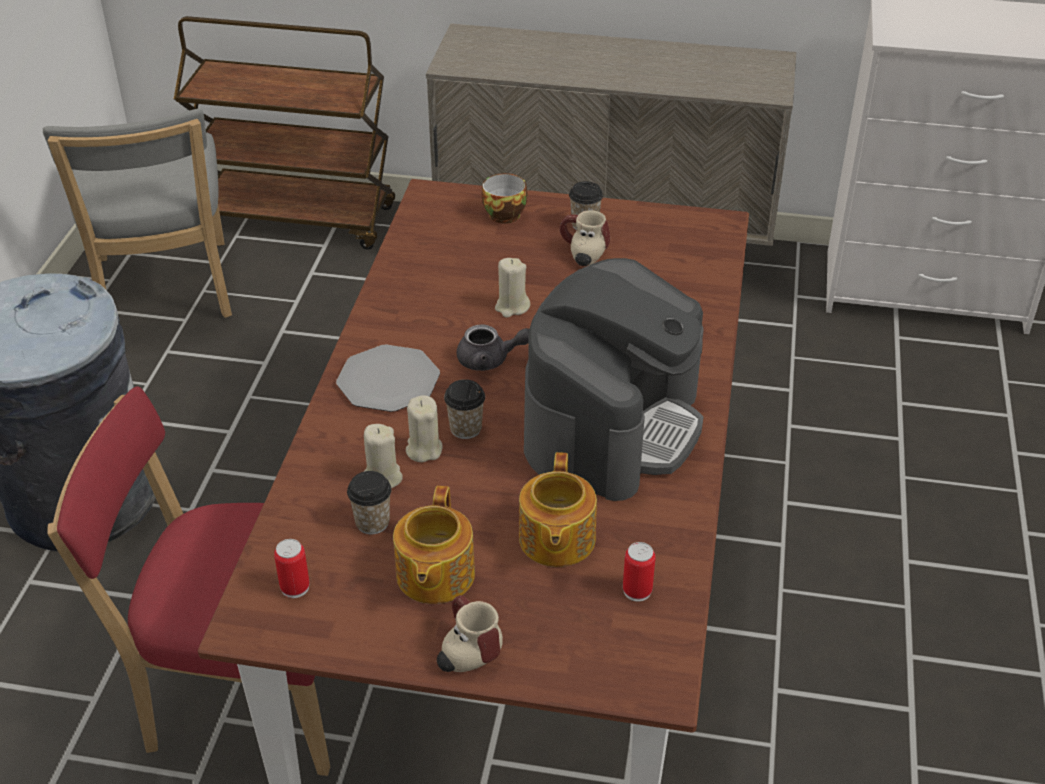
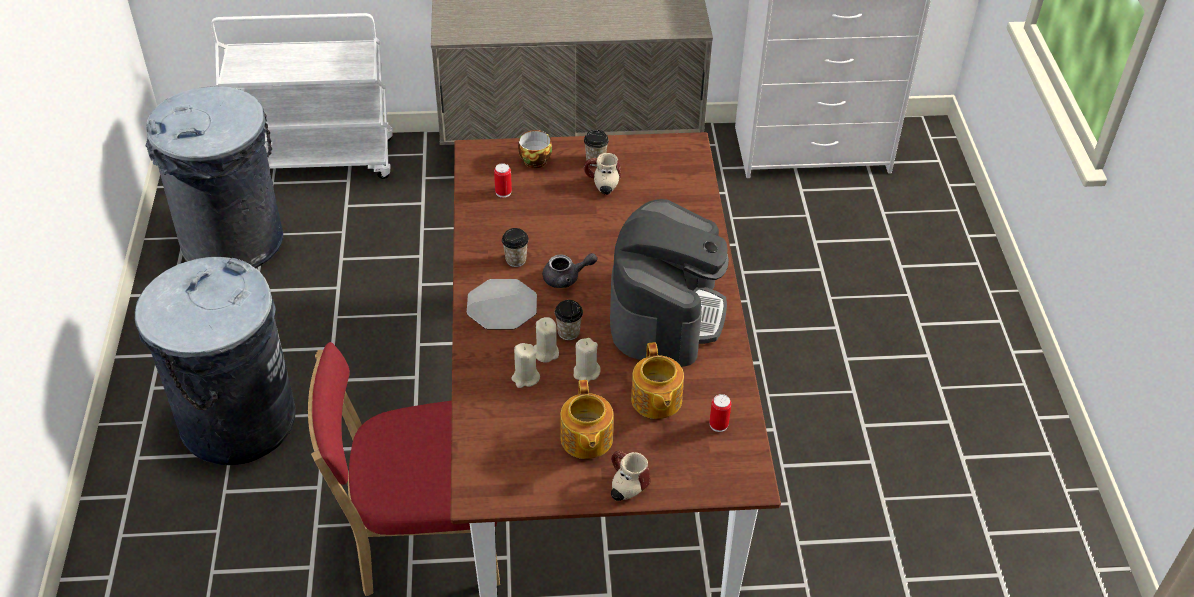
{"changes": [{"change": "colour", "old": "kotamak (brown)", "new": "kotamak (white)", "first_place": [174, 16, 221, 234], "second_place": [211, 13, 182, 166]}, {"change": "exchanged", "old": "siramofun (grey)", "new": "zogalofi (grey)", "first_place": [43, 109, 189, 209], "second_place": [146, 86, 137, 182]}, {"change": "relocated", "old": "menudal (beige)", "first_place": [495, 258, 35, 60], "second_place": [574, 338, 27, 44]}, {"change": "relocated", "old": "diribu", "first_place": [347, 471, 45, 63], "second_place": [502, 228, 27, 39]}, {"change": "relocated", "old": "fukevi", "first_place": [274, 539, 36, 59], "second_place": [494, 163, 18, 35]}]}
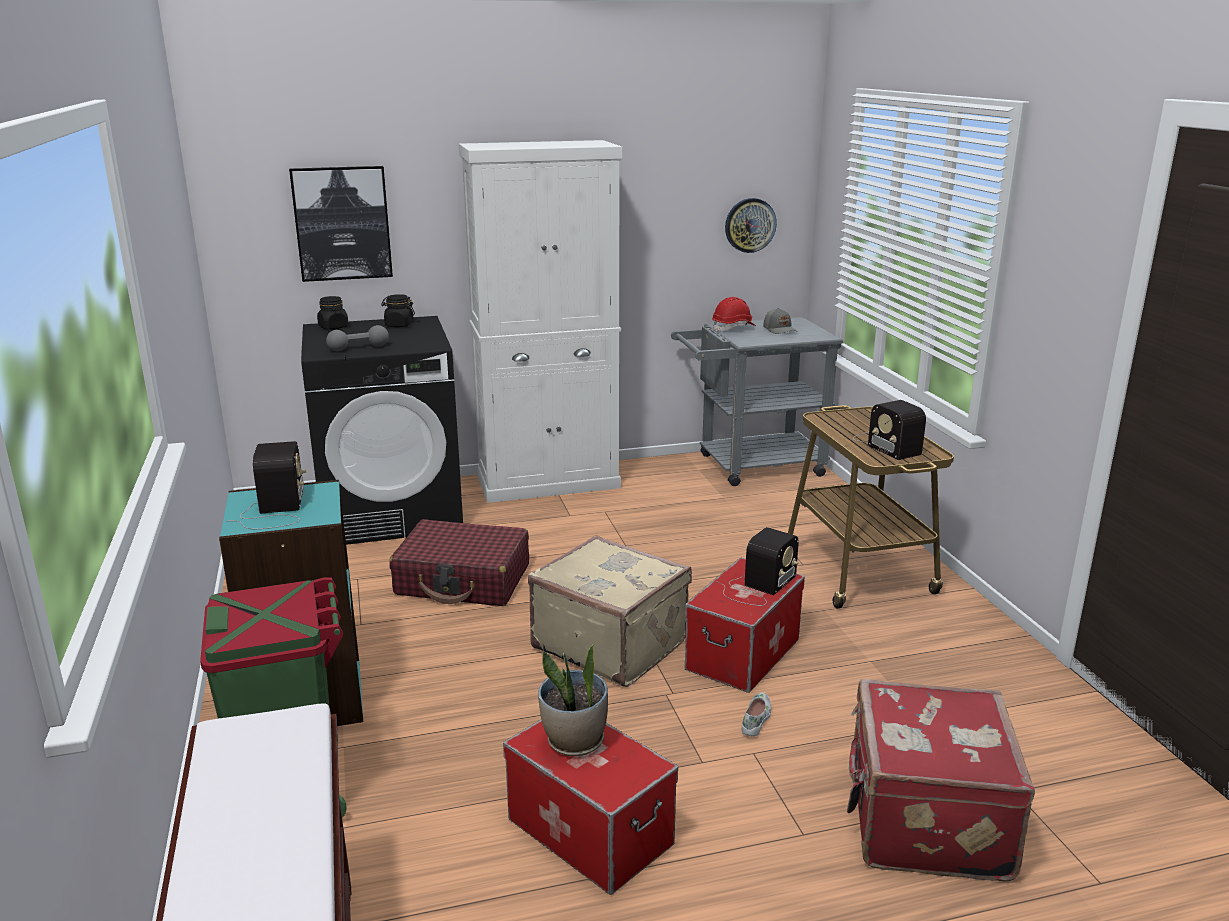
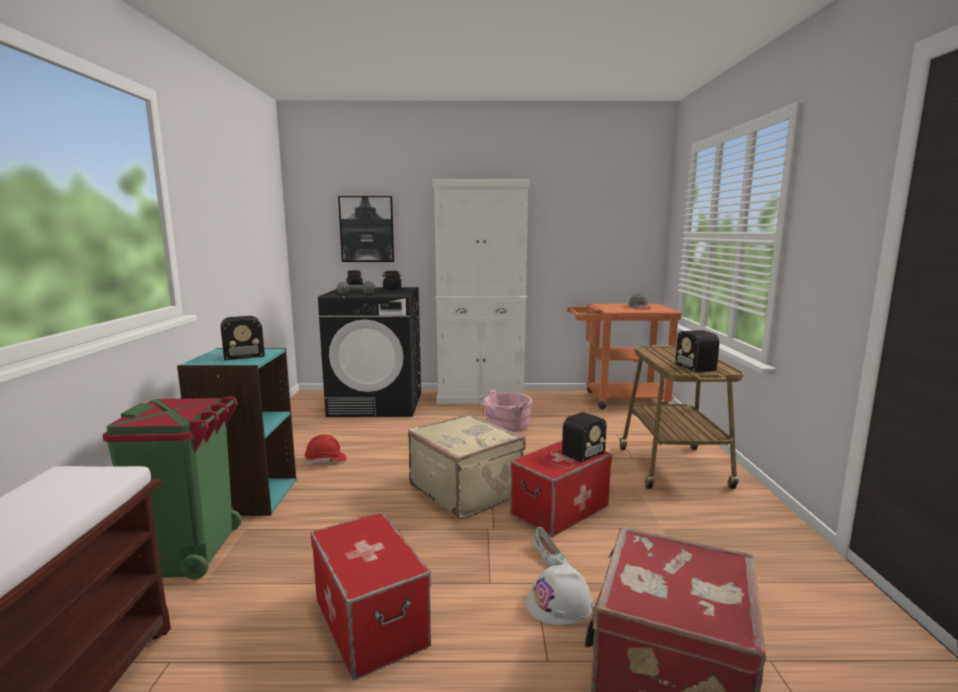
{"changes": [{"change": "missing", "old": "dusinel", "first_place": [725, 198, 52, 55]}, {"change": "relocated", "old": "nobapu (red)", "first_place": [712, 297, 44, 35], "second_place": [304, 434, 43, 31]}, {"change": "colour", "old": "kotamak (grey)", "new": "kotamak (orange)", "first_place": [671, 317, 172, 169], "second_place": [567, 304, 115, 106]}, {"change": "spun", "old": "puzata", "first_place": [226, 441, 80, 88], "second_place": [197, 316, 68, 47], "degrees": 60}, {"change": "missing", "old": "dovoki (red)", "first_place": [389, 519, 140, 87]}, {"change": "missing", "old": "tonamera", "first_place": [538, 644, 70, 112]}, {"change": "spun", "old": "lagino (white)", "first_place": [742, 692, 29, 45], "second_place": [533, 527, 36, 40], "degrees": 120}, {"change": "appeared", "new": "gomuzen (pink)", "second_place": [479, 390, 54, 42]}, {"change": "appeared", "new": "nobapu (white)", "second_place": [526, 563, 67, 62]}]}
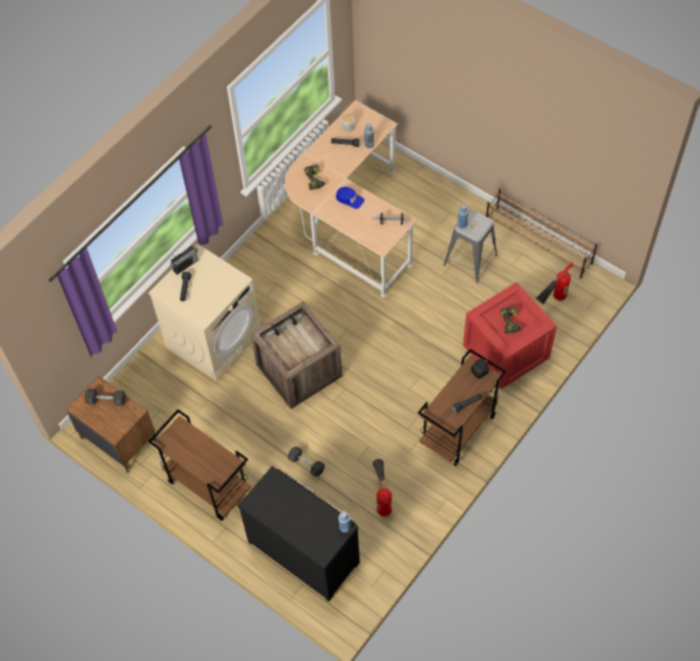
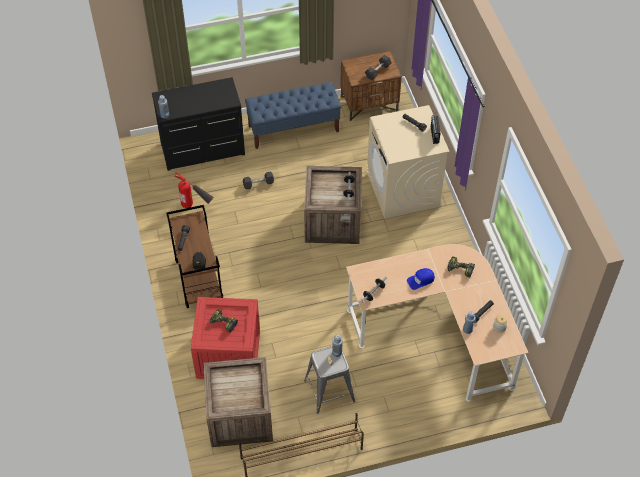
{"changes": [{"change": "exchanged", "old": "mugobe", "new": "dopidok", "first_place": [536, 262, 37, 43], "second_place": [204, 357, 69, 90]}, {"change": "exchanged", "old": "kotamak (brown)", "new": "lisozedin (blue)", "first_place": [148, 409, 103, 112], "second_place": [245, 82, 96, 67]}]}
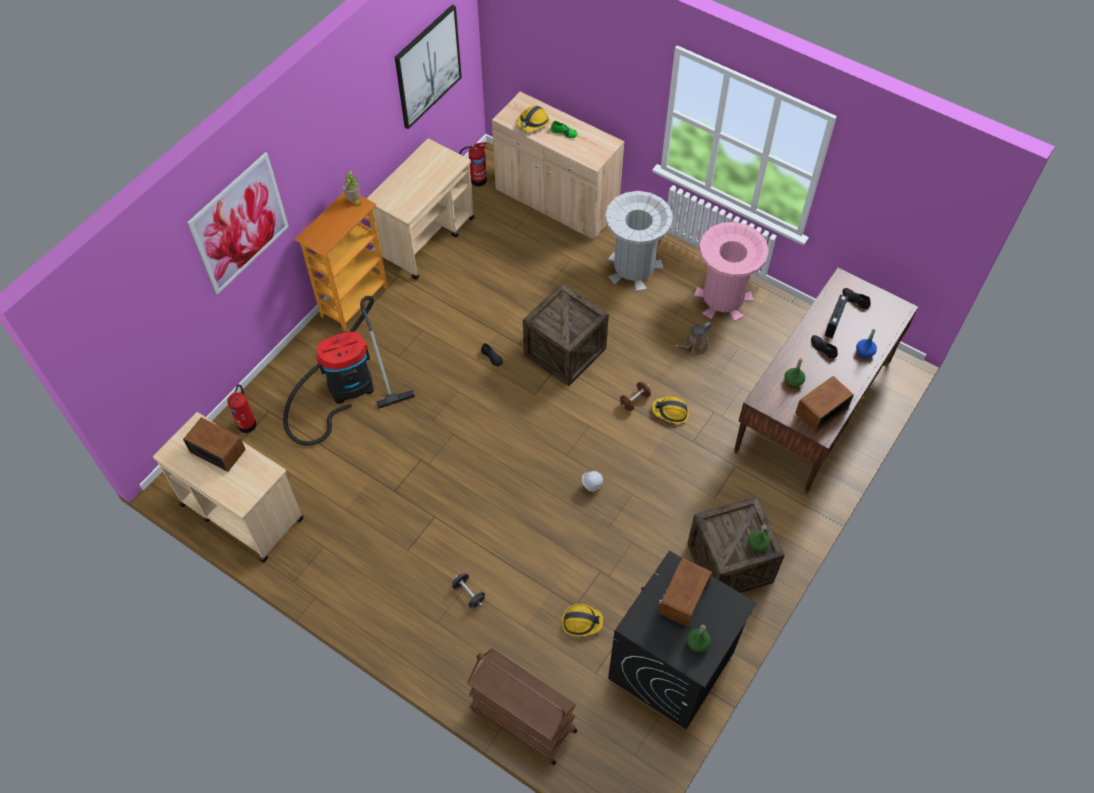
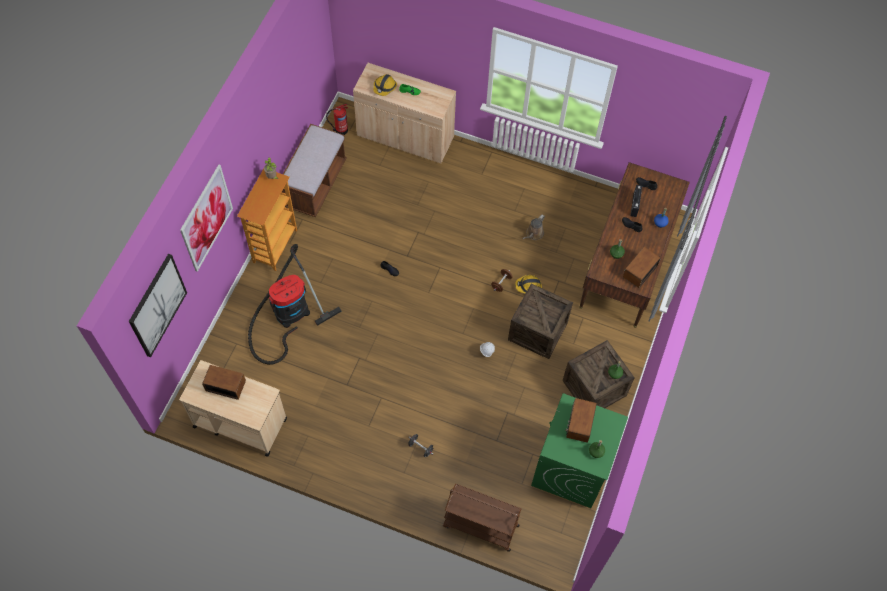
{"changes": [{"change": "relocated", "old": "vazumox", "first_place": [395, 5, 67, 124], "second_place": [129, 254, 58, 103]}, {"change": "exchanged", "old": "kotamak (beige)", "new": "lisozedin (brown)", "first_place": [366, 138, 109, 141], "second_place": [282, 124, 65, 93]}, {"change": "missing", "old": "zogalofi (grey)", "first_place": [605, 191, 68, 100]}, {"change": "missing", "old": "zogalofi (pink)", "first_place": [694, 222, 75, 99]}, {"change": "relocated", "old": "dopidok", "first_place": [523, 283, 86, 103], "second_place": [508, 283, 65, 76]}, {"change": "missing", "old": "mugobe", "first_place": [227, 384, 30, 49]}, {"change": "colour", "old": "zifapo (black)", "new": "zifapo (green)", "first_place": [608, 551, 149, 178], "second_place": [531, 393, 97, 115]}, {"change": "missing", "old": "nobapu", "first_place": [562, 604, 42, 33]}]}
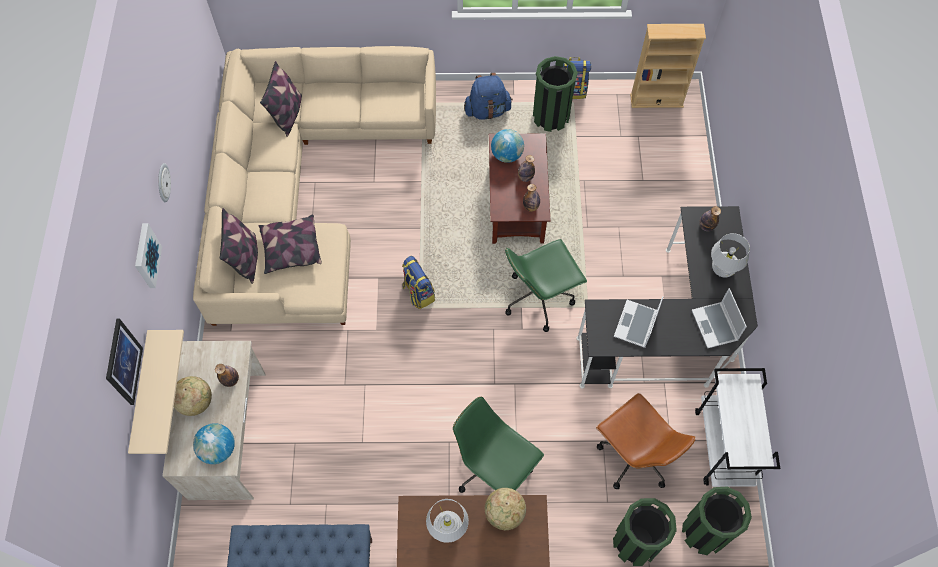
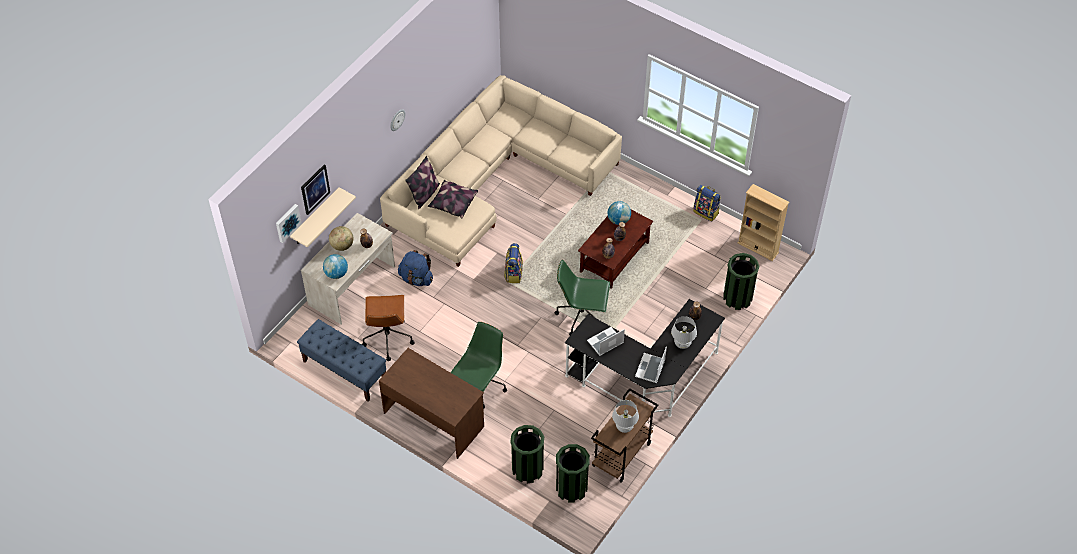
{"changes": [{"change": "relocated", "old": "zogalofi (green)", "first_place": [533, 56, 45, 76], "second_place": [723, 253, 36, 57]}, {"change": "missing", "old": "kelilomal", "first_place": [260, 61, 42, 76]}, {"change": "relocated", "old": "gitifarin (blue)", "first_place": [464, 73, 49, 47], "second_place": [398, 250, 35, 36]}, {"change": "relocated", "old": "vazumox", "first_place": [135, 223, 27, 65], "second_place": [276, 204, 26, 39]}, {"change": "colour", "old": "kotamak (white)", "new": "kotamak (brown)", "first_place": [695, 368, 85, 119], "second_place": [591, 388, 67, 95]}, {"change": "relocated", "old": "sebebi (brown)", "first_place": [596, 393, 99, 96], "second_place": [362, 295, 53, 66]}, {"change": "spun", "old": "sebebi (green)", "first_place": [453, 397, 91, 96], "second_place": [451, 322, 56, 87], "degrees": 45}, {"change": "missing", "old": "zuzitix", "first_place": [485, 488, 41, 42]}, {"change": "relocated", "old": "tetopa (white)", "first_place": [426, 499, 43, 44], "second_place": [612, 400, 27, 33]}]}
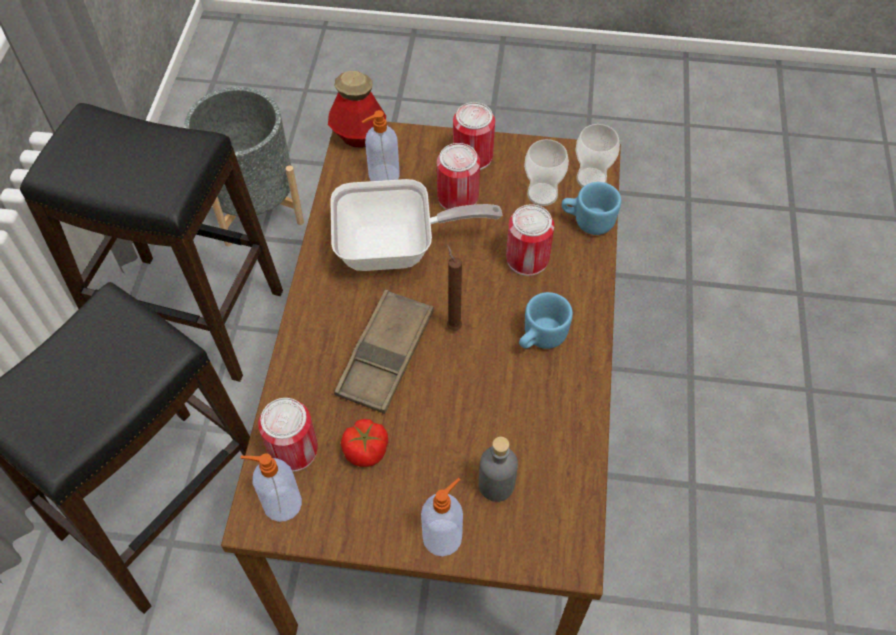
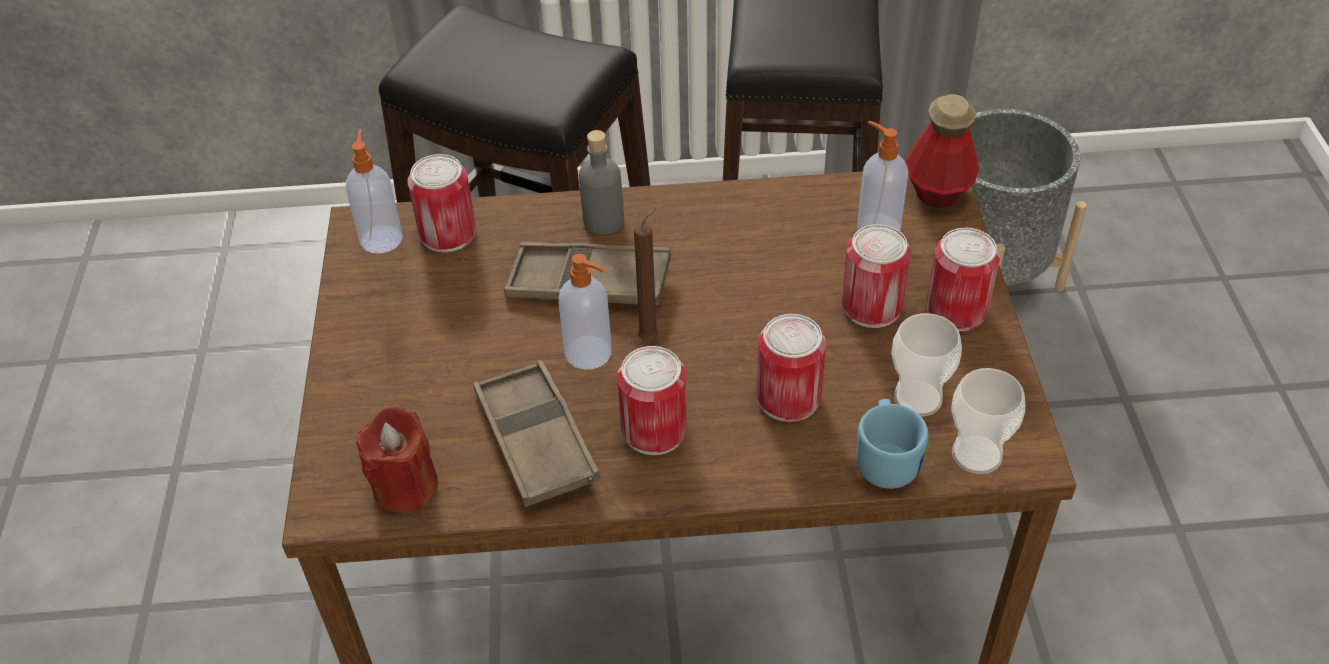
{"changes": [{"change": "missing", "old": "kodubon", "first_place": [330, 179, 172, 92]}, {"change": "exchanged", "old": "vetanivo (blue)", "new": "fukevi", "first_place": [519, 292, 54, 57], "second_place": [617, 346, 70, 109]}, {"change": "missing", "old": "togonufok", "first_place": [341, 419, 47, 48]}, {"change": "relocated", "old": "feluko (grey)", "first_place": [479, 437, 39, 65], "second_place": [579, 130, 45, 105]}, {"change": "relocated", "old": "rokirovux", "first_place": [421, 478, 42, 78], "second_place": [559, 254, 53, 116]}, {"change": "appeared", "new": "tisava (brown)", "second_place": [473, 360, 127, 147]}, {"change": "appeared", "new": "menudal (red)", "second_place": [356, 406, 82, 107]}]}
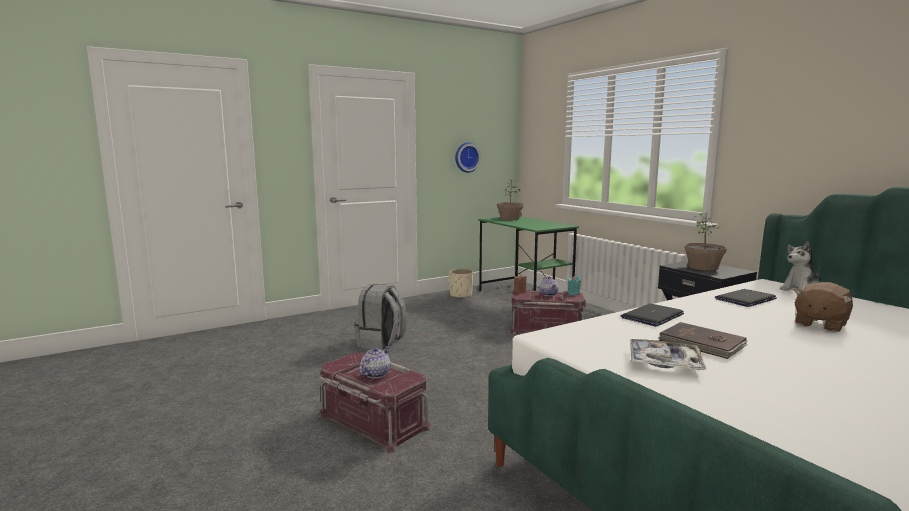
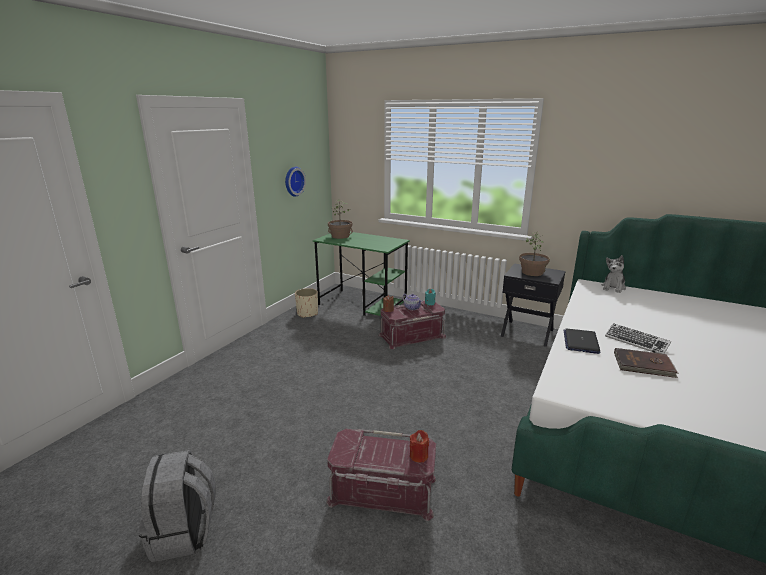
{"changes": [{"change": "missing", "old": "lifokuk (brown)", "first_place": [793, 282, 60, 50]}, {"change": "relocated", "old": "gitifarin (grey)", "first_place": [355, 284, 52, 66], "second_place": [138, 450, 78, 112]}, {"change": "missing", "old": "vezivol", "first_place": [715, 289, 62, 18]}, {"change": "missing", "old": "tisava", "first_place": [630, 339, 77, 31]}, {"change": "missing", "old": "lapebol", "first_place": [359, 346, 31, 32]}, {"change": "appeared", "new": "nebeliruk", "second_place": [605, 323, 66, 31]}, {"change": "appeared", "new": "menudal (red)", "second_place": [410, 430, 19, 33]}]}
